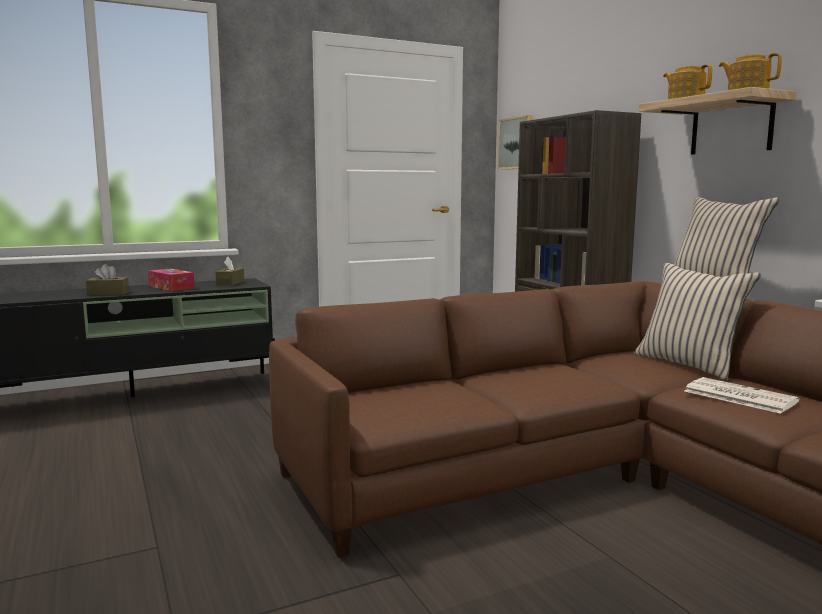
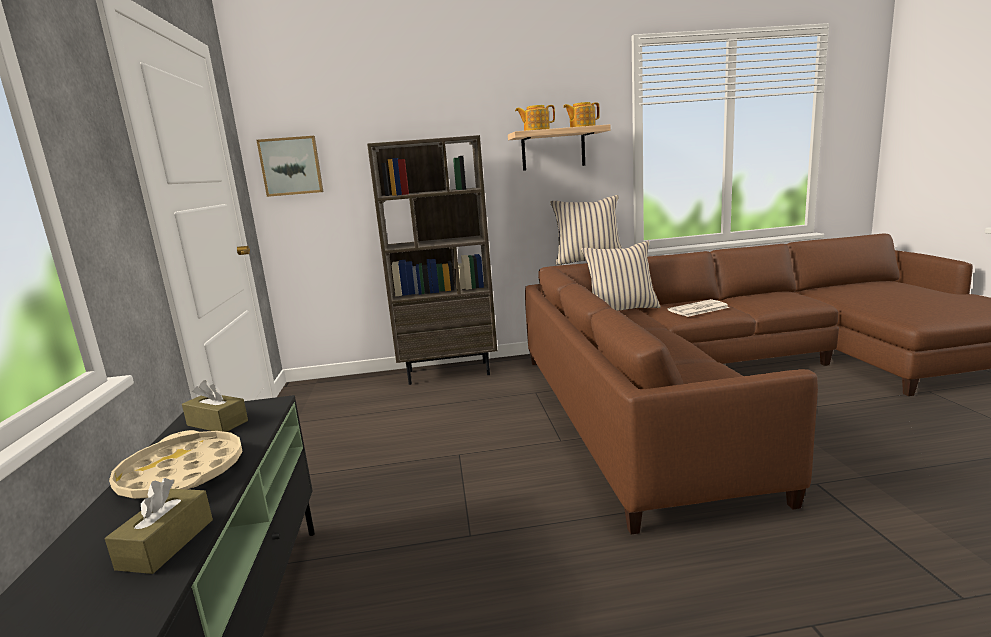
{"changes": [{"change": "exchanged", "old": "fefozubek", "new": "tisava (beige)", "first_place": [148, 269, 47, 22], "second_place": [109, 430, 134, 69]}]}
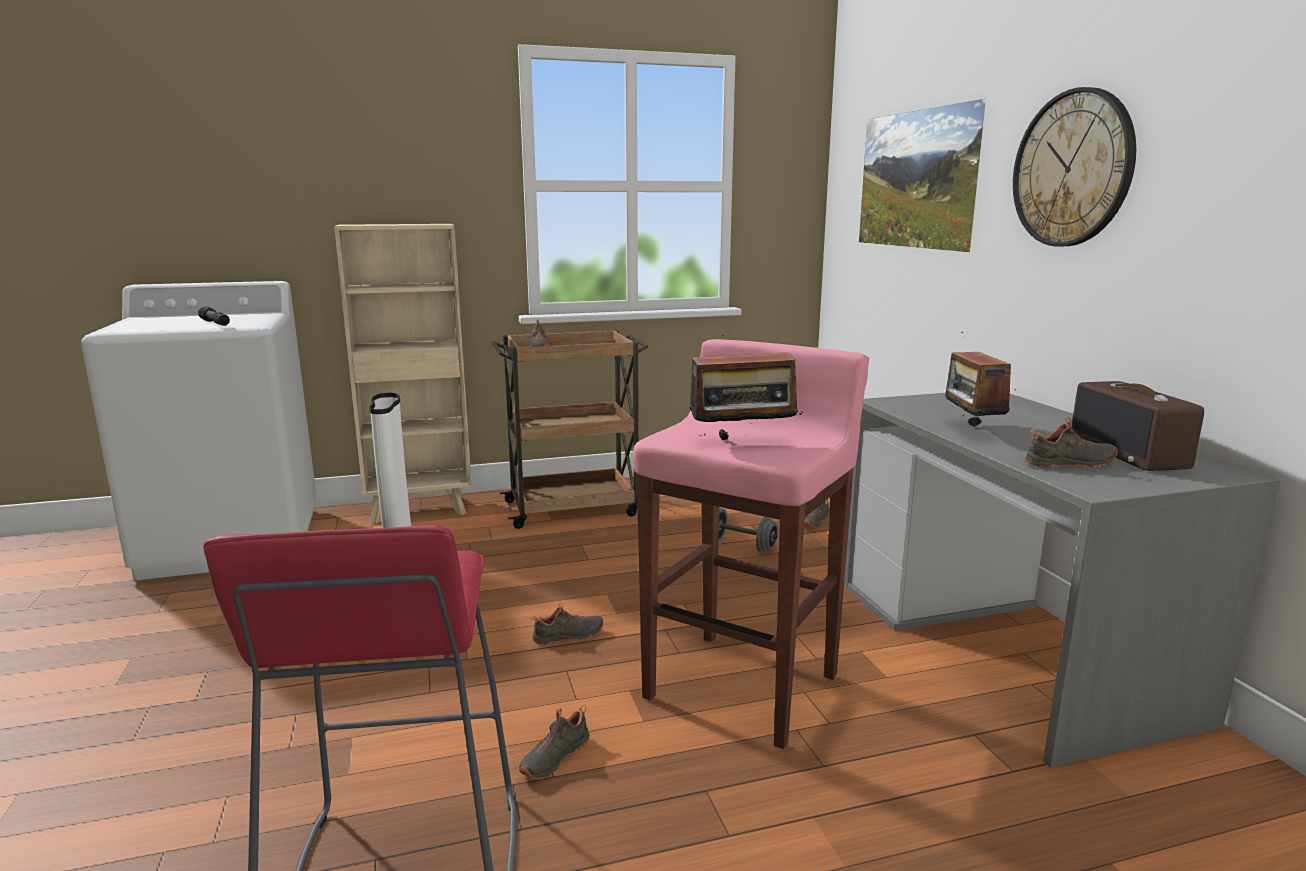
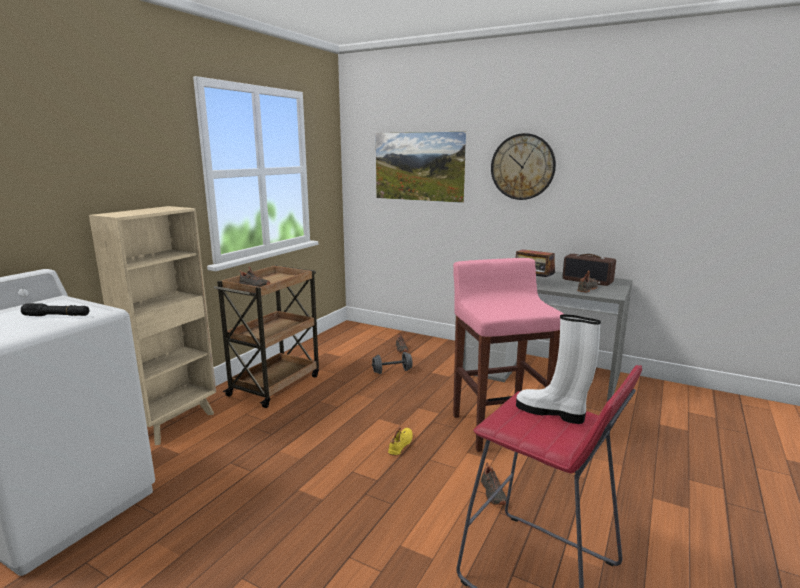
{"changes": [{"change": "missing", "old": "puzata", "first_place": [681, 332, 123, 108]}, {"change": "colour", "old": "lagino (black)", "new": "lagino (yellow)", "first_place": [531, 602, 73, 43], "second_place": [388, 427, 25, 29]}]}
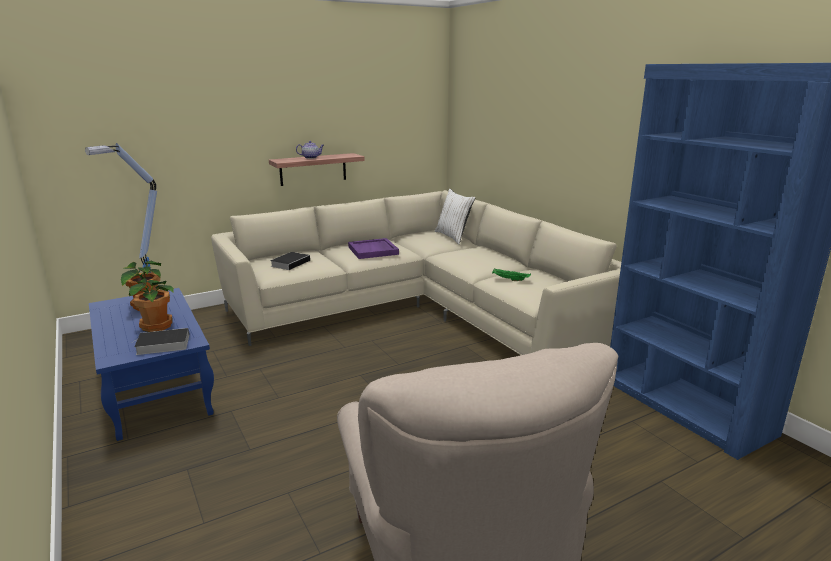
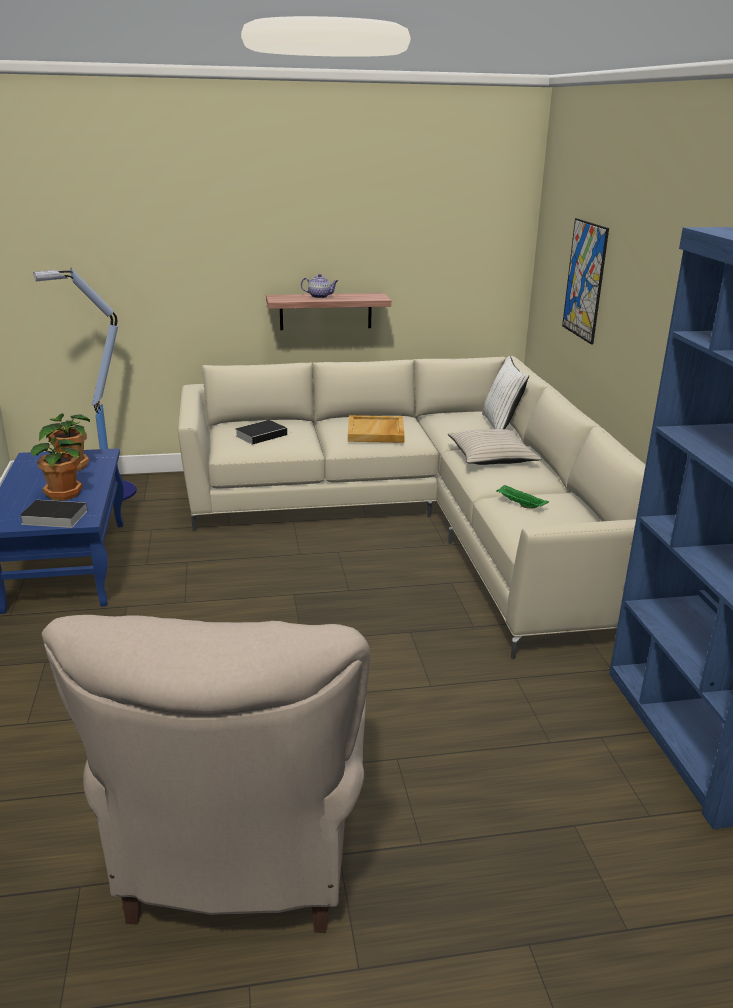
{"changes": [{"change": "colour", "old": "tisava (purple)", "new": "tisava (beige)", "first_place": [348, 238, 51, 21], "second_place": [348, 415, 57, 28]}, {"change": "appeared", "new": "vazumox", "second_place": [562, 218, 47, 127]}, {"change": "appeared", "new": "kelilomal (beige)", "second_place": [448, 429, 93, 36]}]}
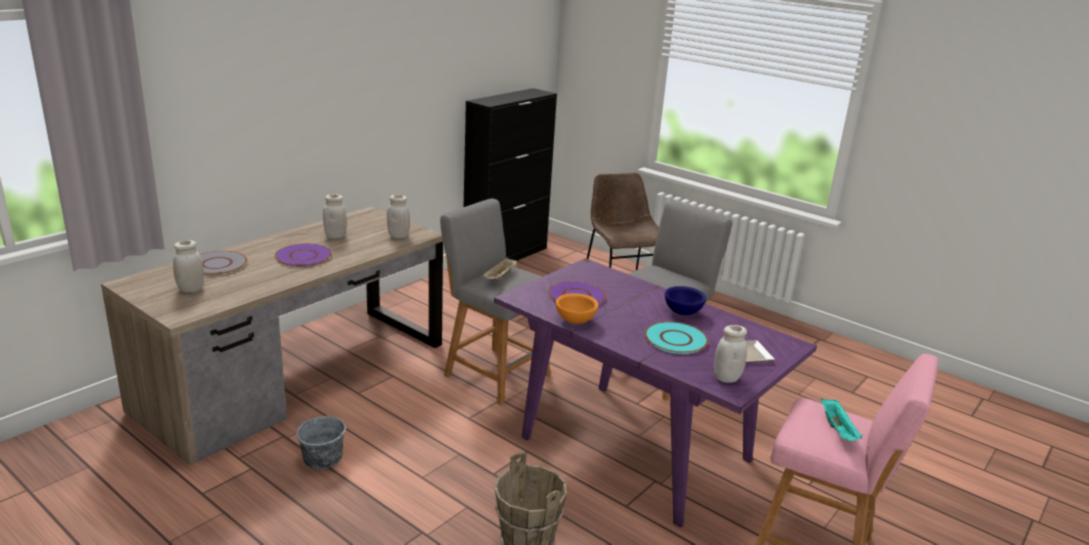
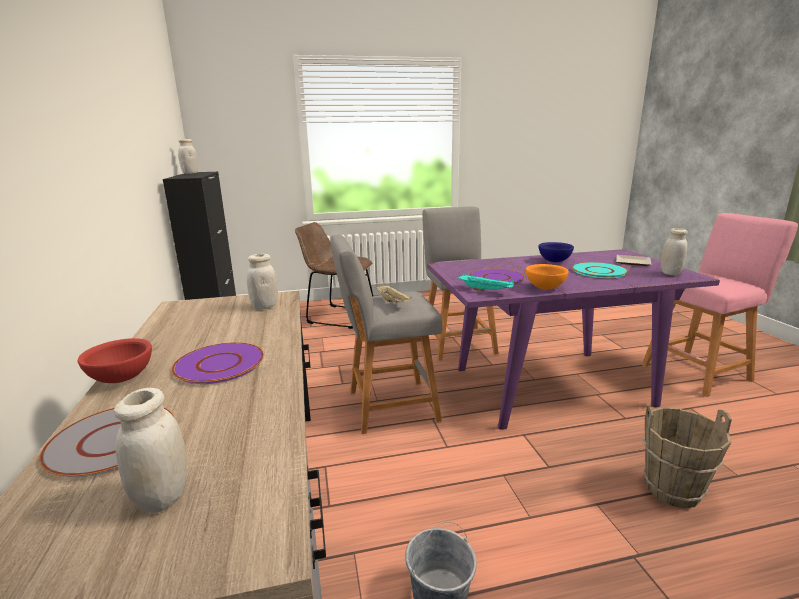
{"changes": [{"change": "relocated", "old": "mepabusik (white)", "first_place": [323, 194, 24, 45], "second_place": [178, 139, 20, 35]}, {"change": "relocated", "old": "tisava (turquoise)", "first_place": [820, 398, 42, 43], "second_place": [458, 274, 56, 18]}, {"change": "appeared", "new": "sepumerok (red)", "second_place": [78, 338, 74, 45]}]}
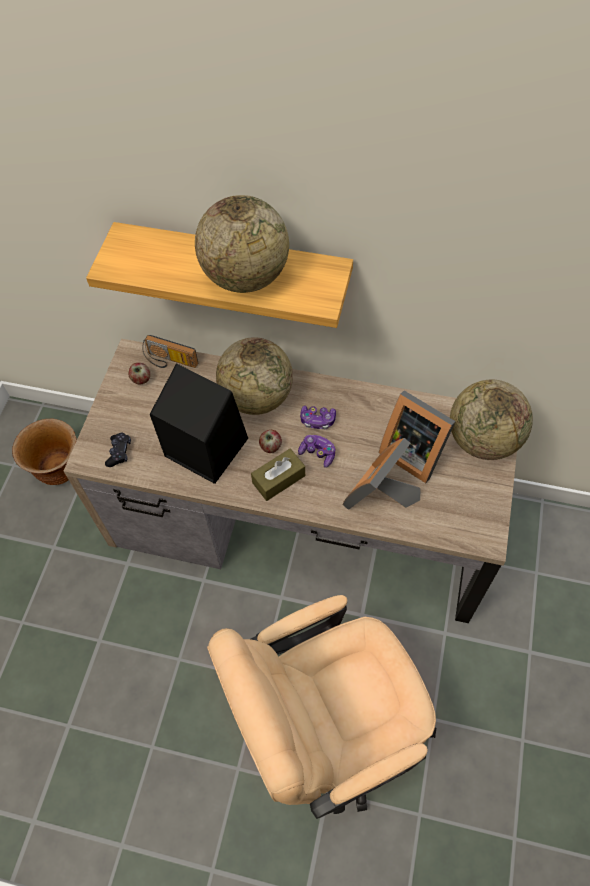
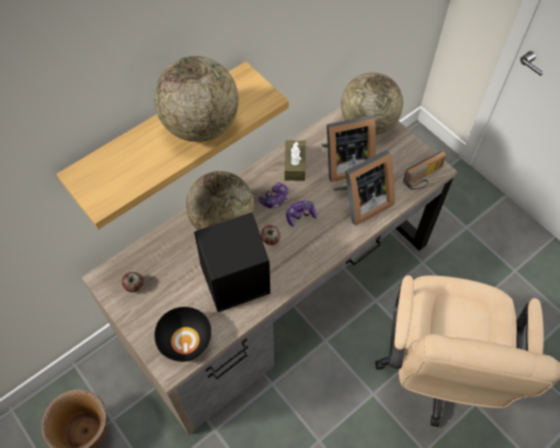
{"changes": [{"change": "relocated", "old": "puzata", "first_place": [142, 335, 56, 33], "second_place": [403, 151, 44, 39]}, {"change": "exchanged", "old": "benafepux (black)", "new": "sepumerok (black)", "first_place": [105, 432, 26, 35], "second_place": [154, 307, 57, 55]}, {"change": "spun", "old": "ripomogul", "first_place": [343, 438, 78, 72], "second_place": [333, 150, 62, 76], "degrees": -105}, {"change": "relocated", "old": "fefozubek (brown)", "first_place": [251, 449, 54, 52], "second_place": [284, 140, 22, 41]}]}
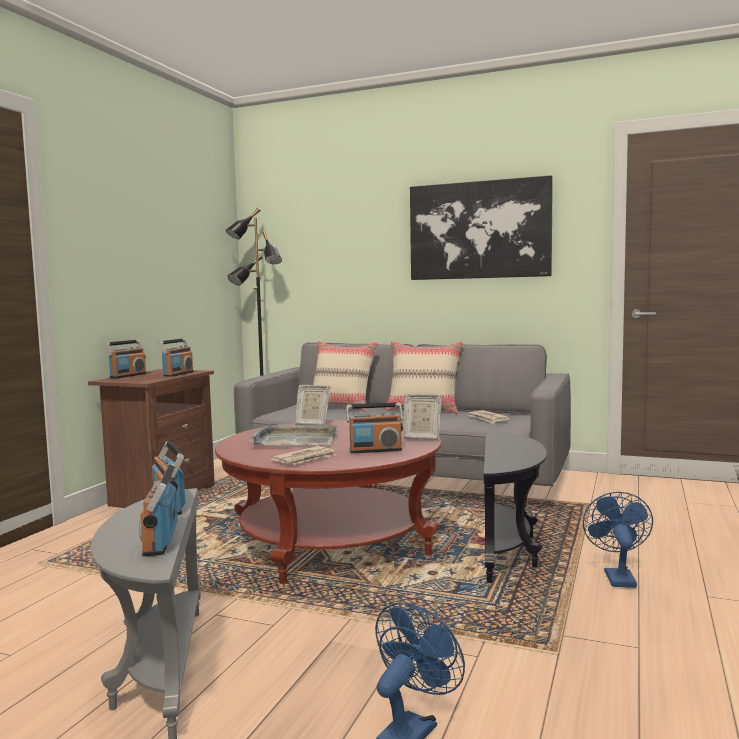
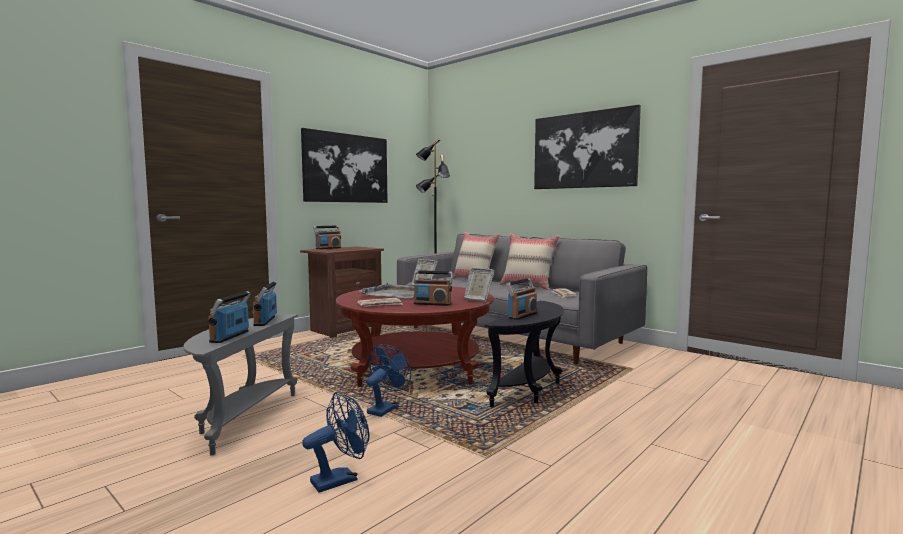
{"changes": [{"change": "relocated", "old": "puzata", "first_place": [158, 338, 36, 39], "second_place": [506, 278, 31, 42]}, {"change": "relocated", "old": "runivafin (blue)", "first_place": [583, 492, 70, 96], "second_place": [367, 344, 44, 73]}, {"change": "appeared", "new": "vazumox", "second_place": [301, 128, 87, 75]}]}
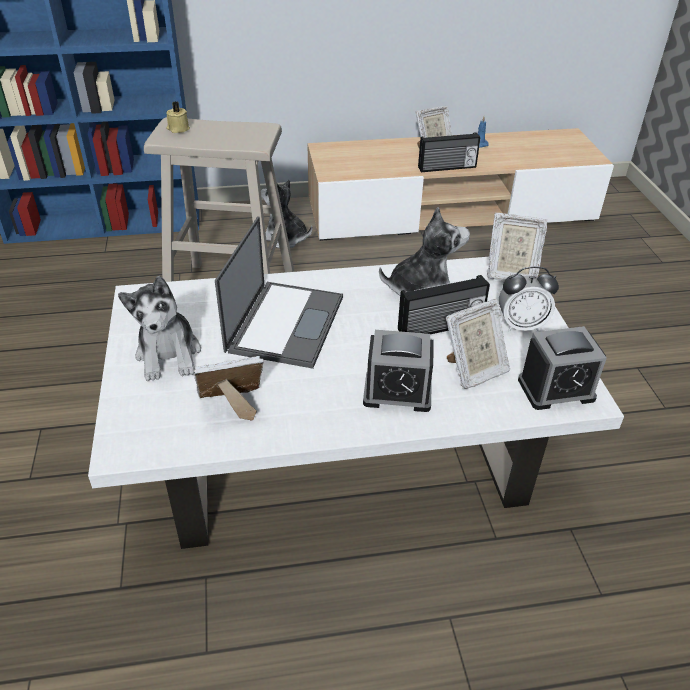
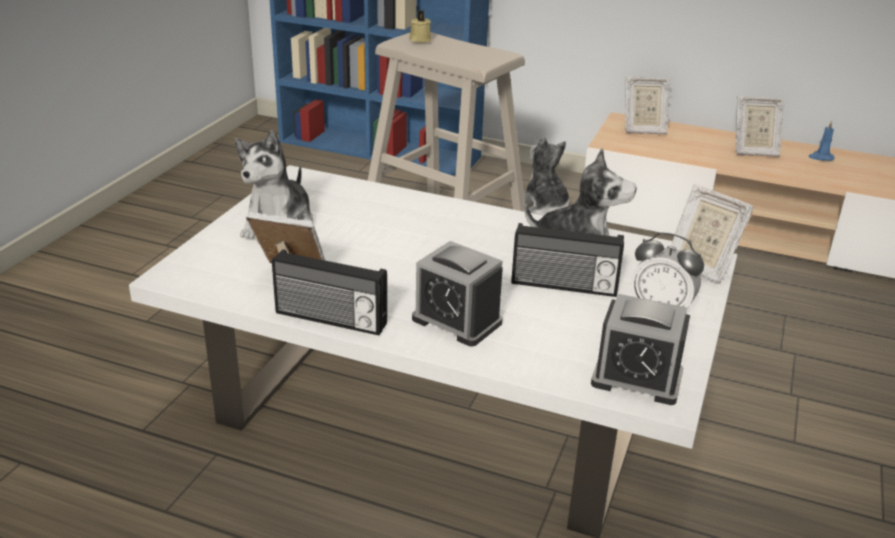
{"changes": [{"change": "relocated", "old": "puzata", "first_place": [418, 132, 62, 40], "second_place": [272, 249, 115, 86]}, {"change": "missing", "old": "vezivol", "first_place": [215, 216, 128, 153]}, {"change": "relocated", "old": "ripomogul", "first_place": [446, 299, 64, 90], "second_place": [625, 77, 45, 57]}]}
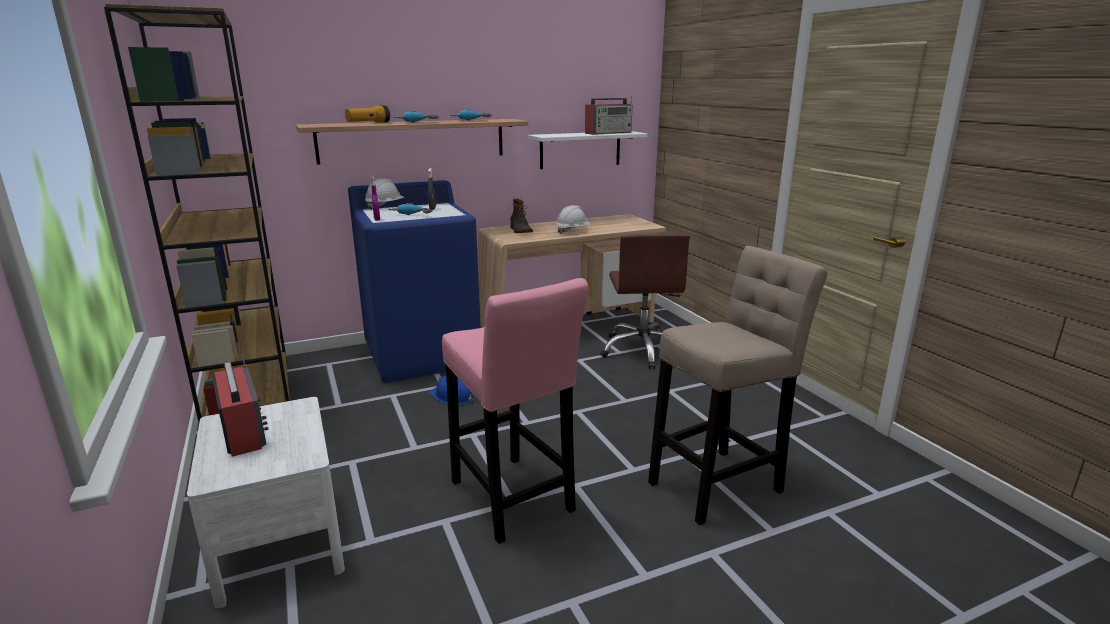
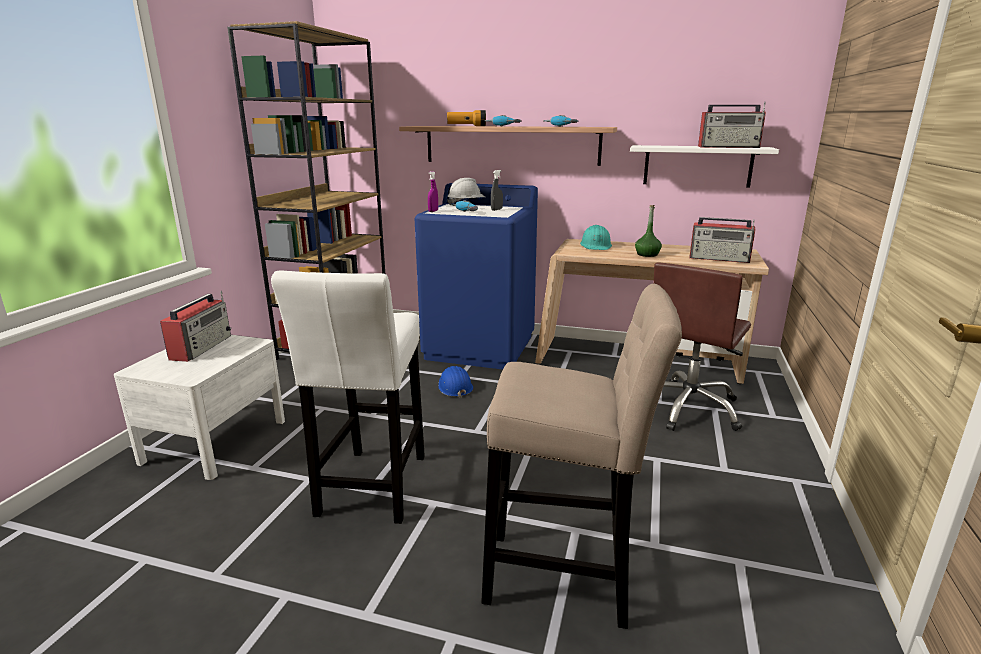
{"changes": [{"change": "exchanged", "old": "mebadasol", "new": "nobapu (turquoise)", "first_place": [510, 198, 23, 35], "second_place": [580, 225, 32, 25]}, {"change": "exchanged", "old": "nobapu (white)", "new": "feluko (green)", "first_place": [556, 205, 35, 29], "second_place": [635, 205, 27, 52]}, {"change": "colour", "old": "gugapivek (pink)", "new": "gugapivek (white)", "first_place": [442, 278, 147, 266], "second_place": [271, 270, 154, 254]}, {"change": "appeared", "new": "puzata", "second_place": [689, 217, 66, 46]}]}
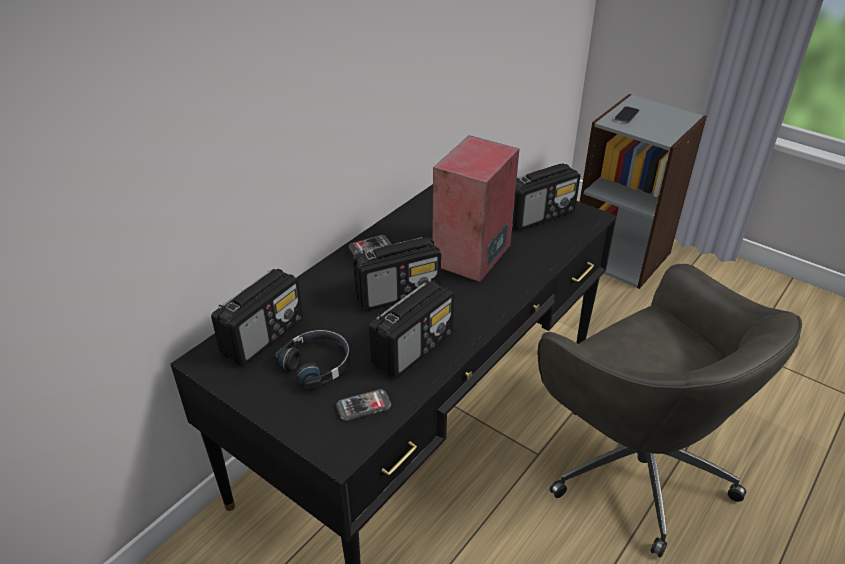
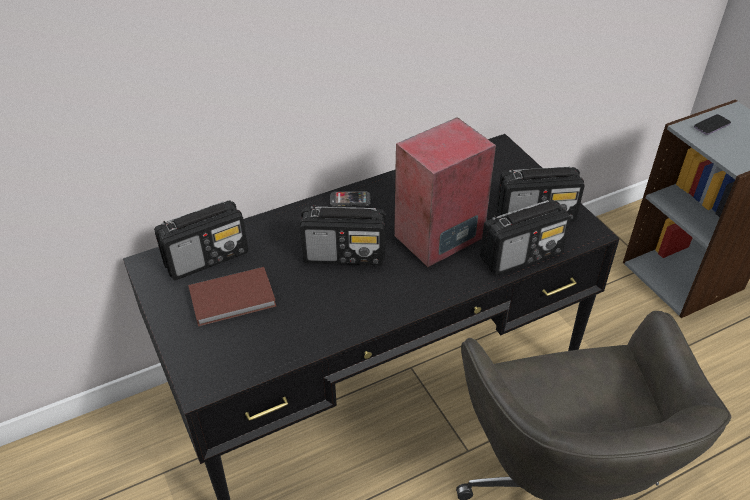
{"changes": [{"change": "relocated", "old": "puzata", "first_place": [369, 281, 85, 98], "second_place": [480, 200, 91, 76]}, {"change": "exchanged", "old": "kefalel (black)", "new": "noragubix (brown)", "first_place": [275, 330, 75, 59], "second_place": [188, 267, 88, 59]}, {"change": "missing", "old": "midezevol", "first_place": [336, 389, 55, 32]}]}
